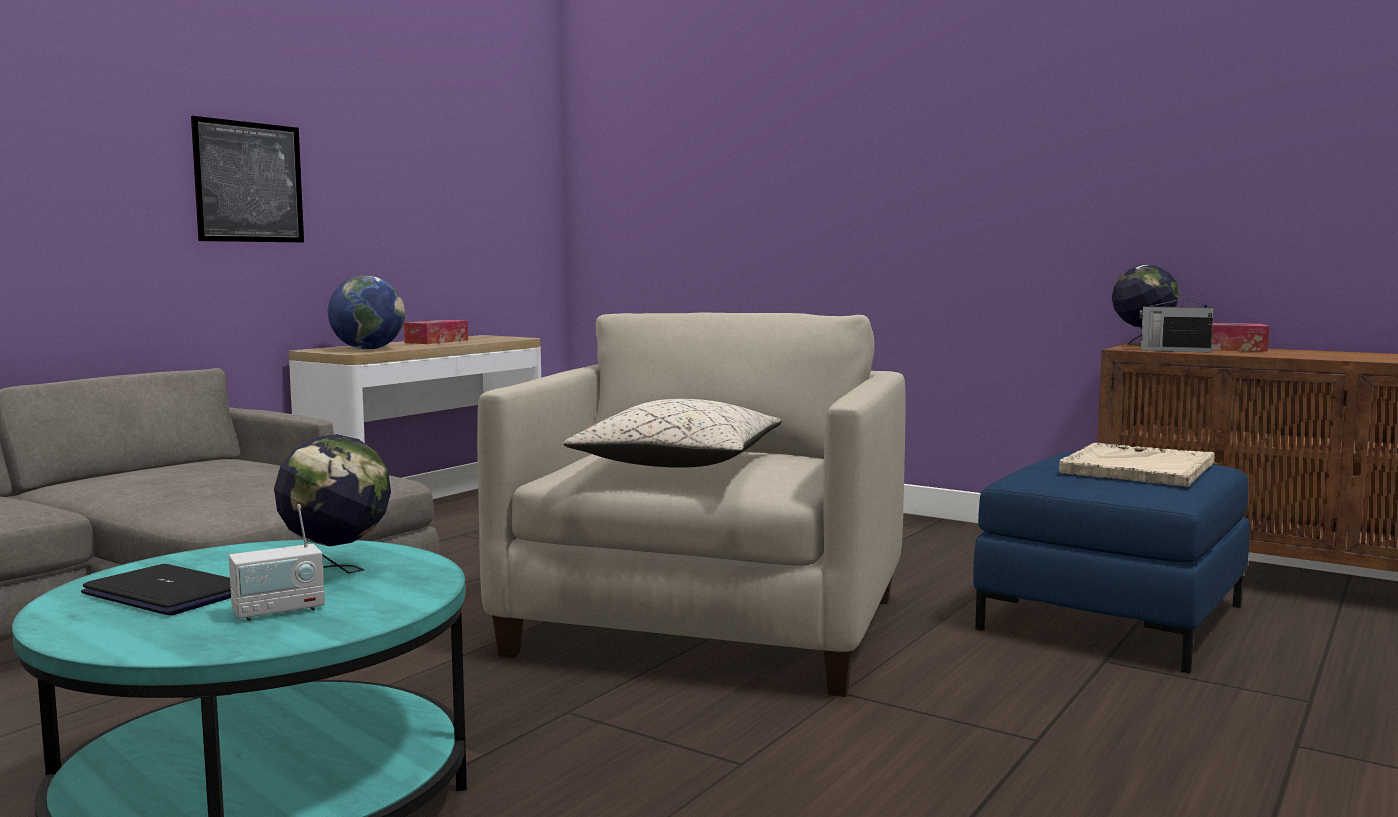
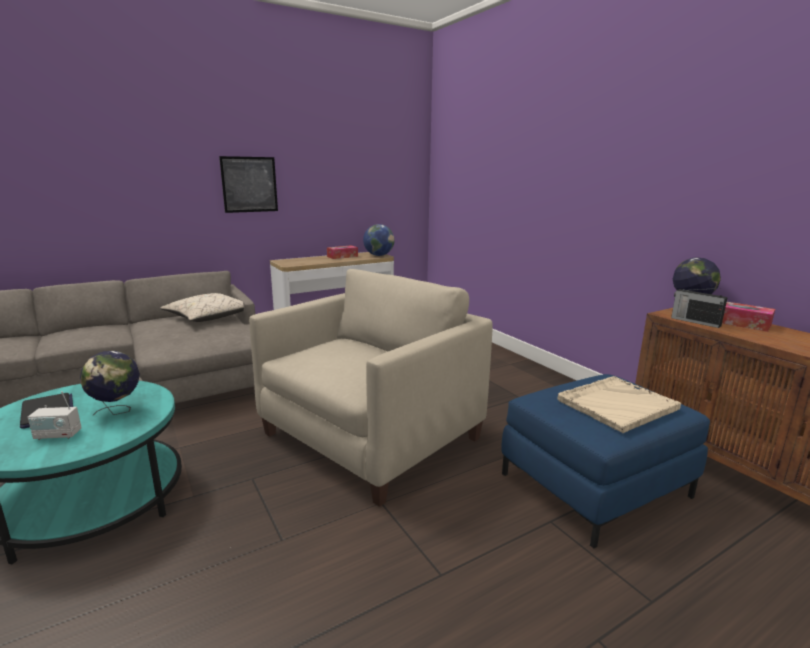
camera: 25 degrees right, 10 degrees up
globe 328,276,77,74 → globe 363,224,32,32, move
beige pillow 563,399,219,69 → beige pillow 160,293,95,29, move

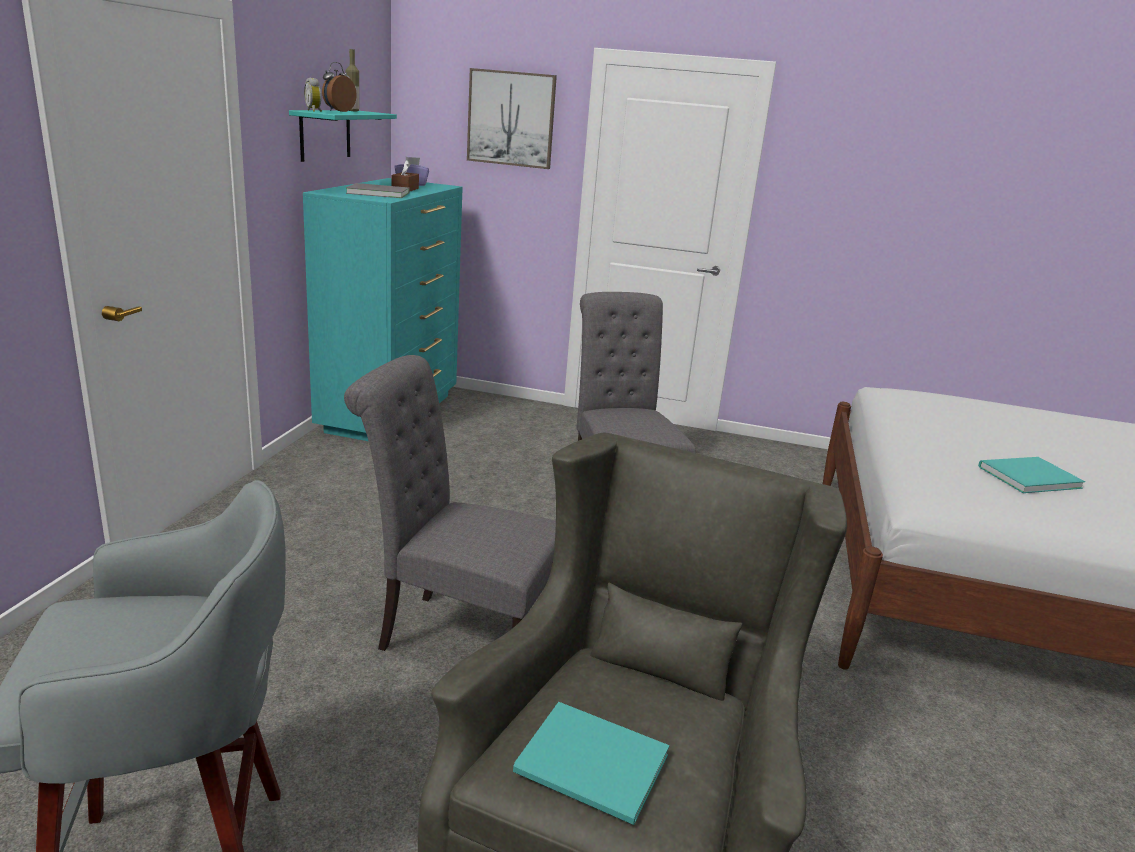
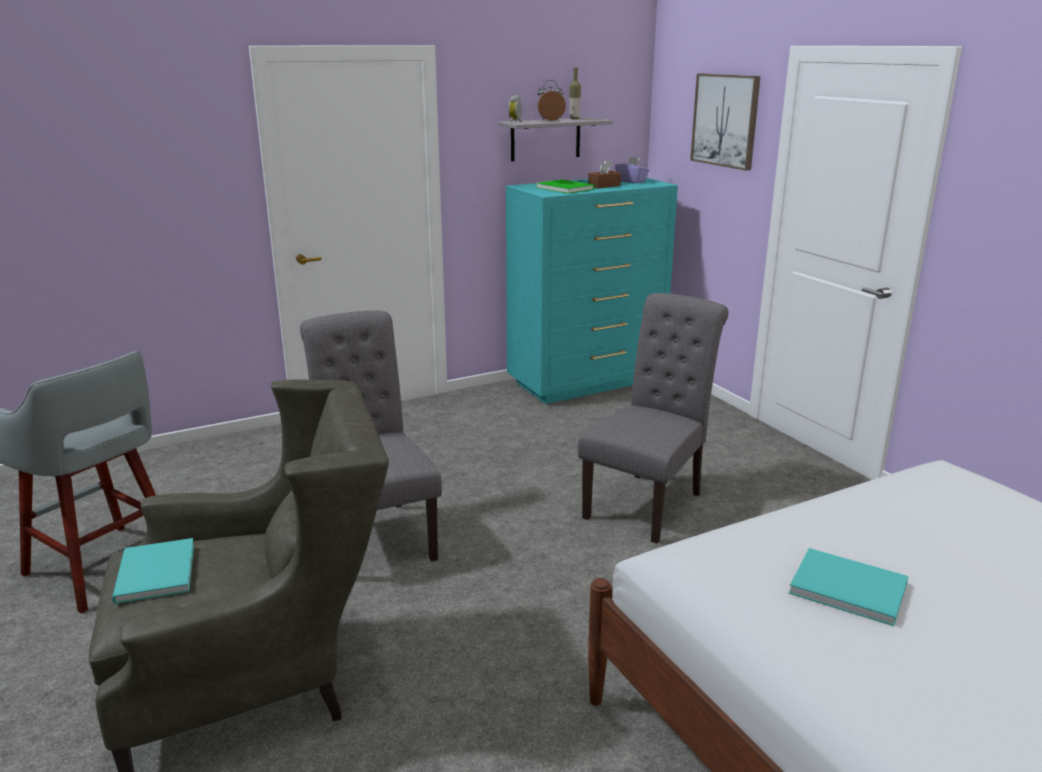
camera: 50 degrees right, 0 degrees up
turquoise shelf 289,110,108,52 → grey shelf 498,117,115,44
grey book 346,183,64,15 → green book 536,179,59,15

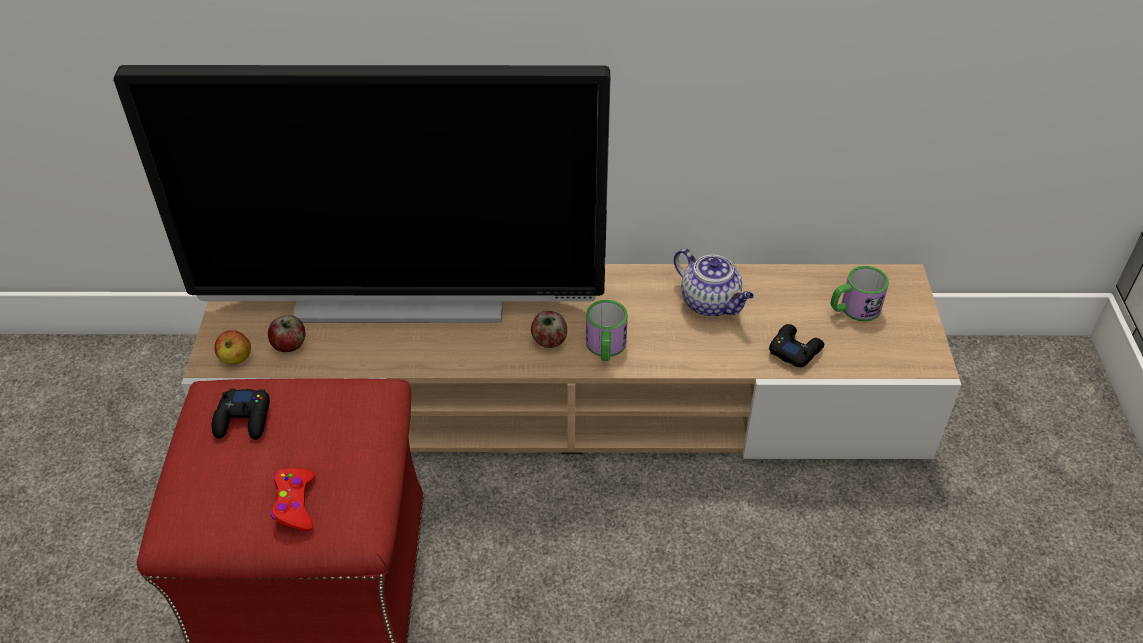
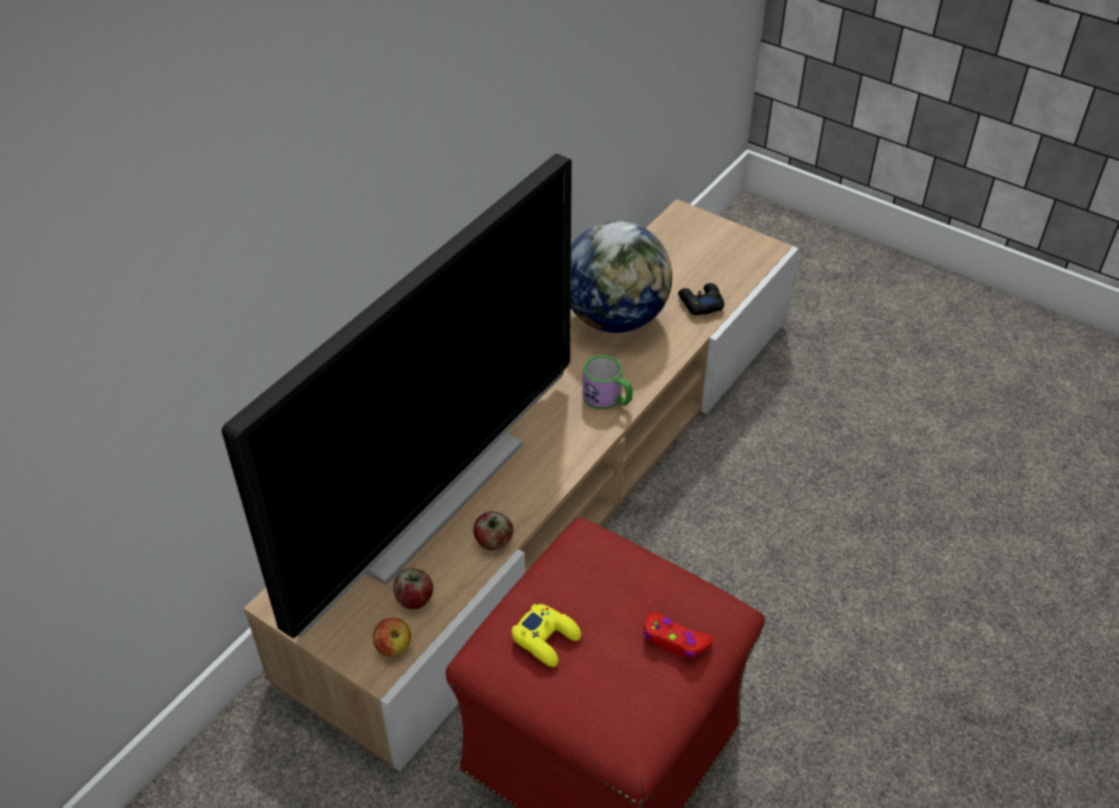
camera: 55 degrees left, 0 degrees up
teapot 674,248,80,69 → globe 571,221,101,112
mug 831,266,58,56 → -
apple 531,311,36,37 → apple 473,511,40,39, move
black game controller 212,389,58,51 → yellow game controller 511,604,70,63

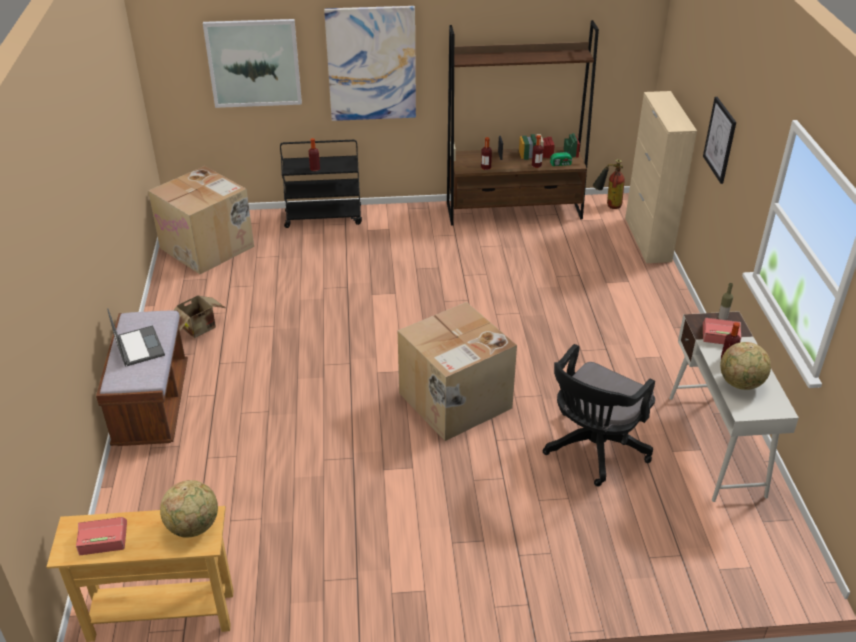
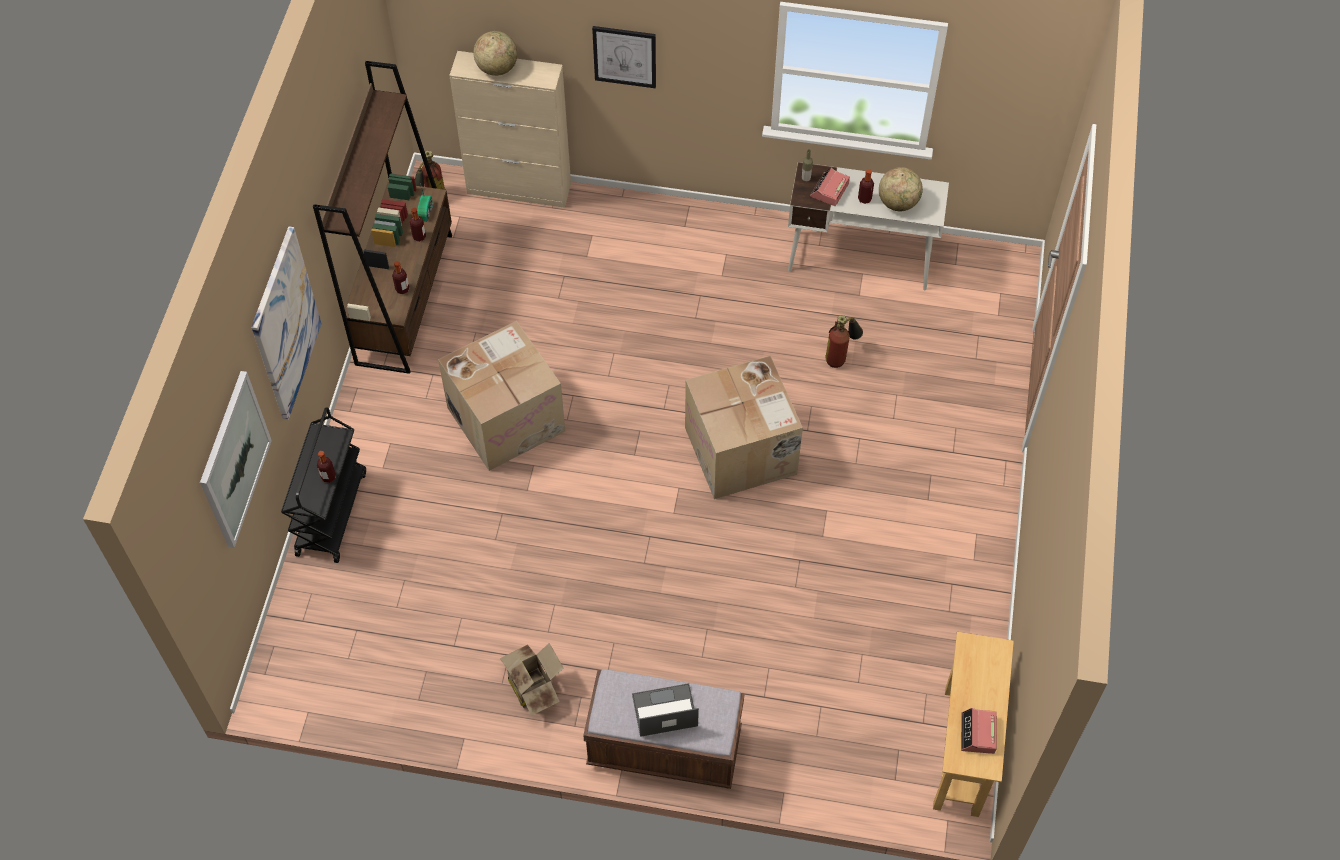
camera: 75 degrees left, 20 degrees up
cardboard box 148,166,106,108 → cardboard box 438,321,127,150, move
black office chair 543,344,112,142 → fire extinguisher 825,315,38,53
globe 160,480,58,58 → globe 473,31,45,45, move

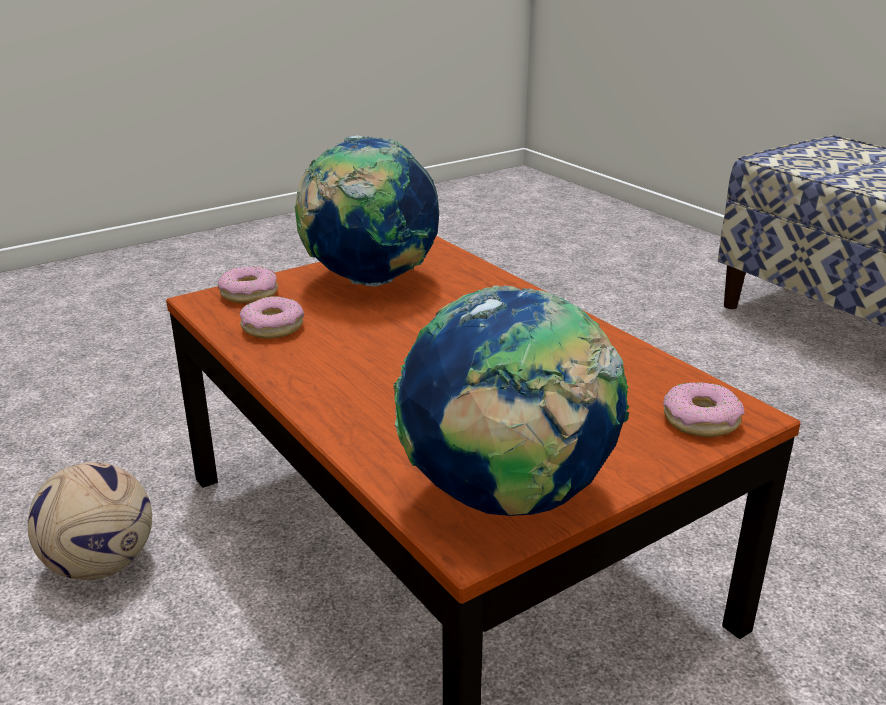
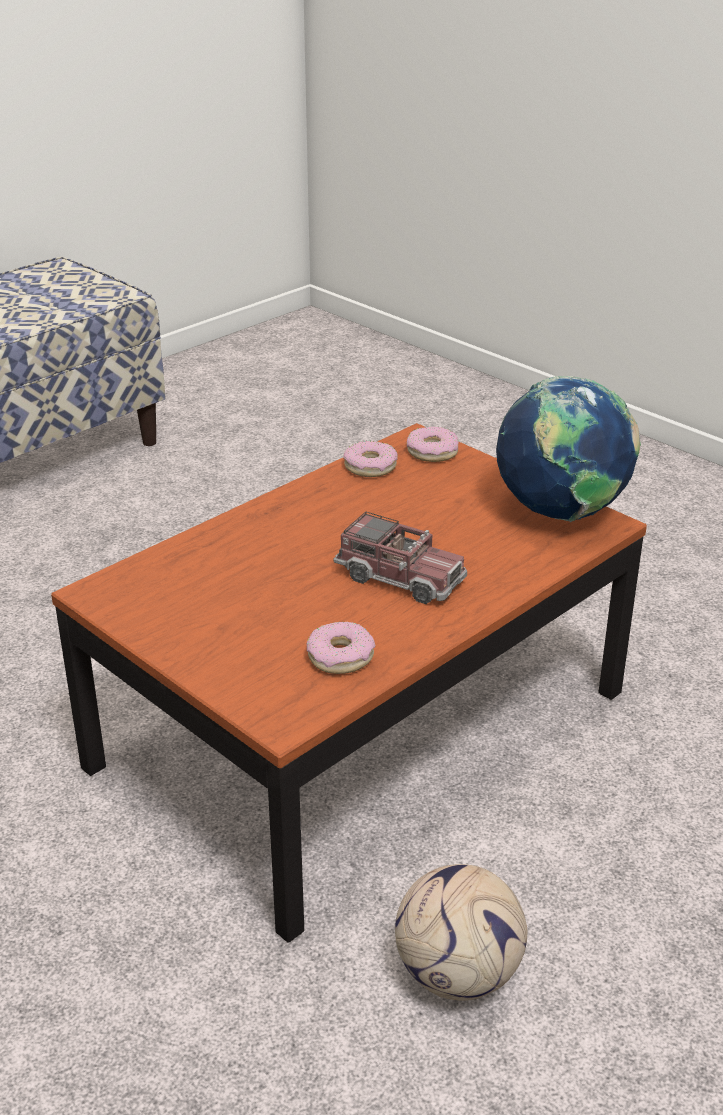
camera: 100 degrees left, 5 degrees up
globe 294,136,145,151 → -
donut 218,266,60,37 → donut 343,441,55,36, move
- → toy truck 333,512,134,92

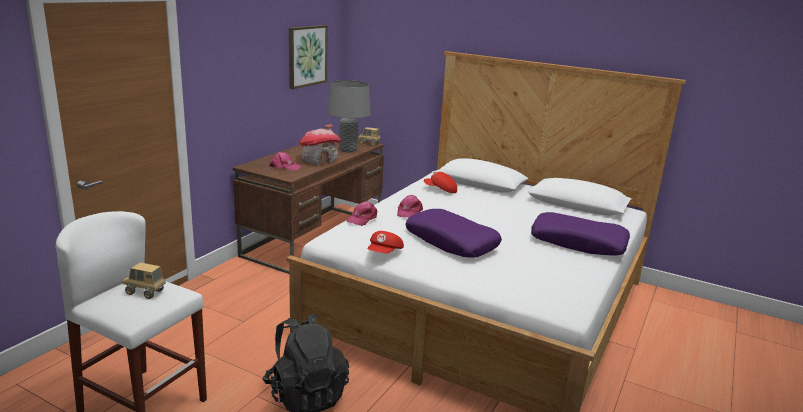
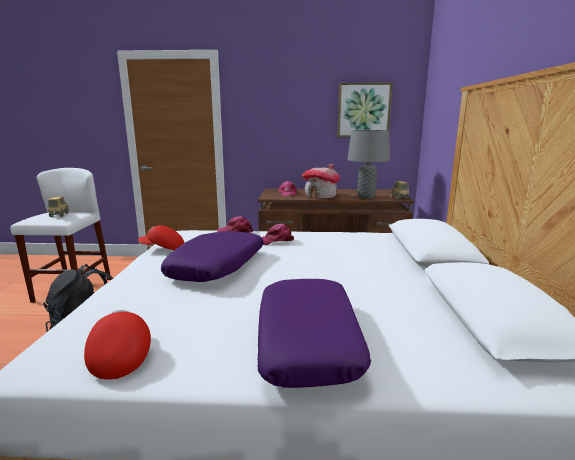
camera: 65 degrees right, 5 degrees down
red cap 424,172,33,21 → red cap 84,310,67,70, move

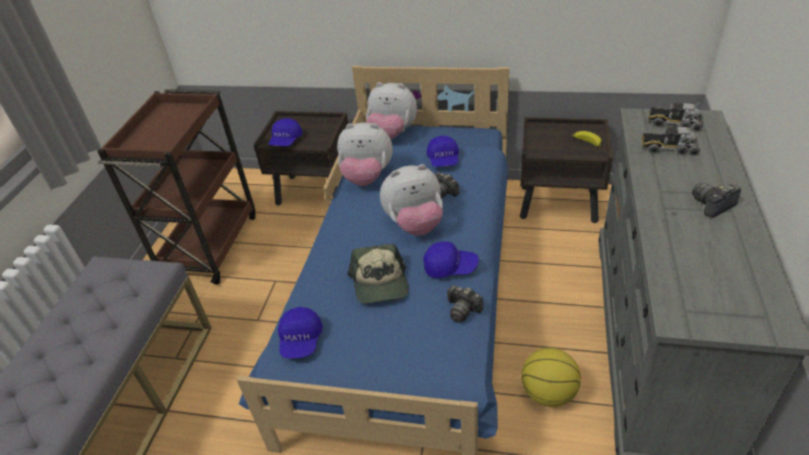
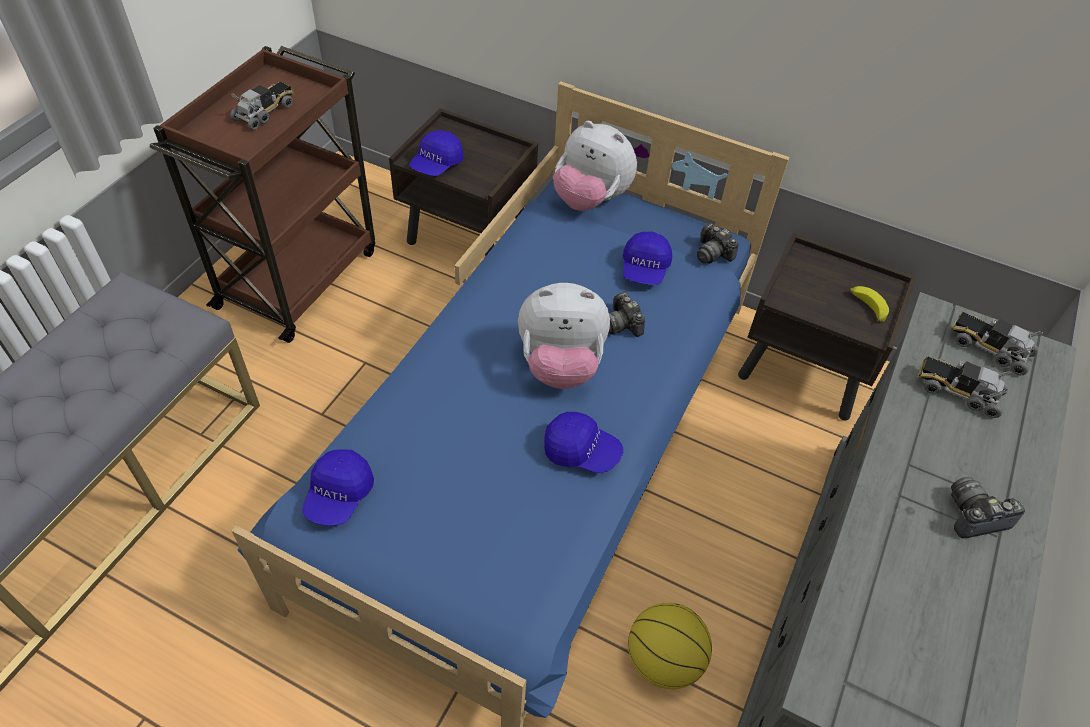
camera: 10 degrees right, 10 degrees up
plush toy 337,123,55,63 → -
cap 348,244,61,60 → -
photo camera 447,285,36,37 → photo camera 697,223,42,41, move
- → toy truck 230,81,65,49

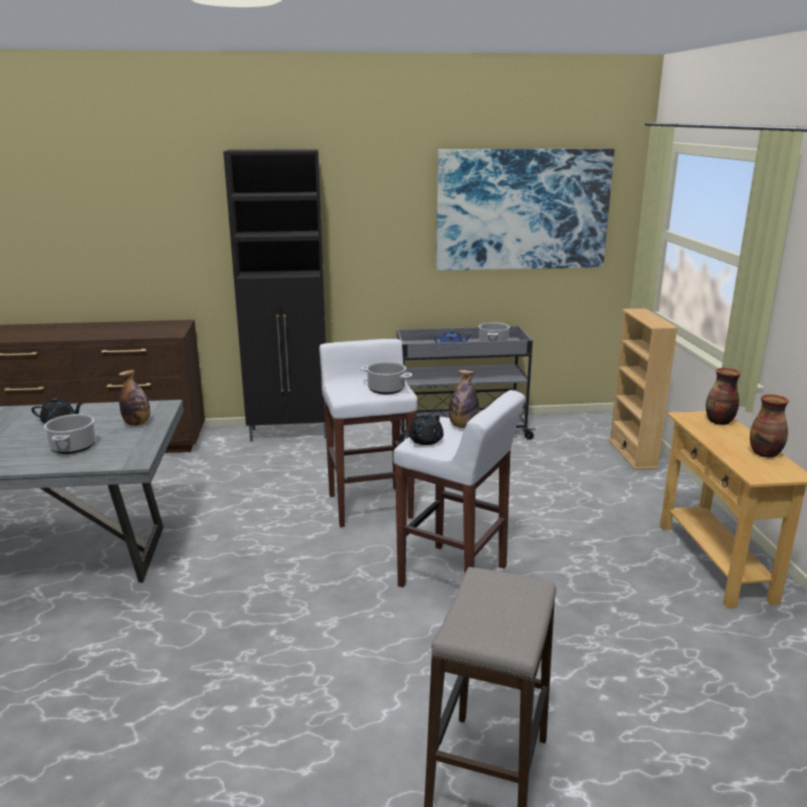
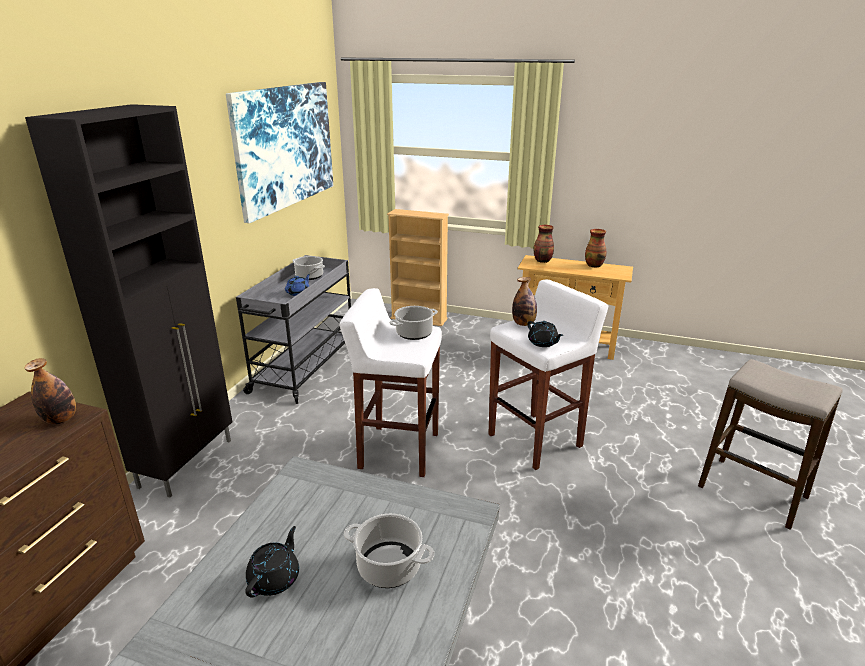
camera: 65 degrees left, 5 degrees up
bottle 119,370,31,56 → bottle 25,358,51,67, move

